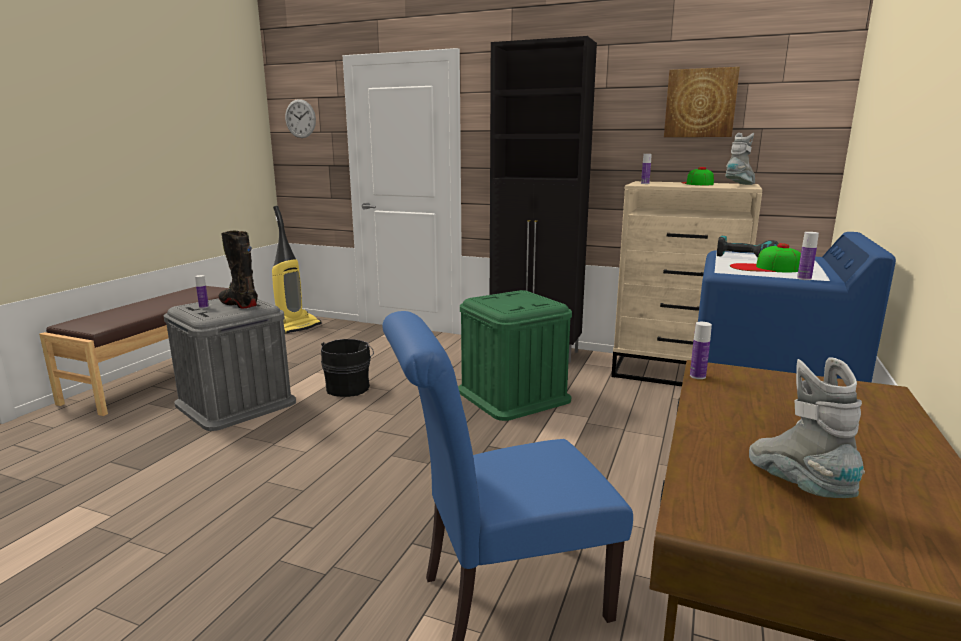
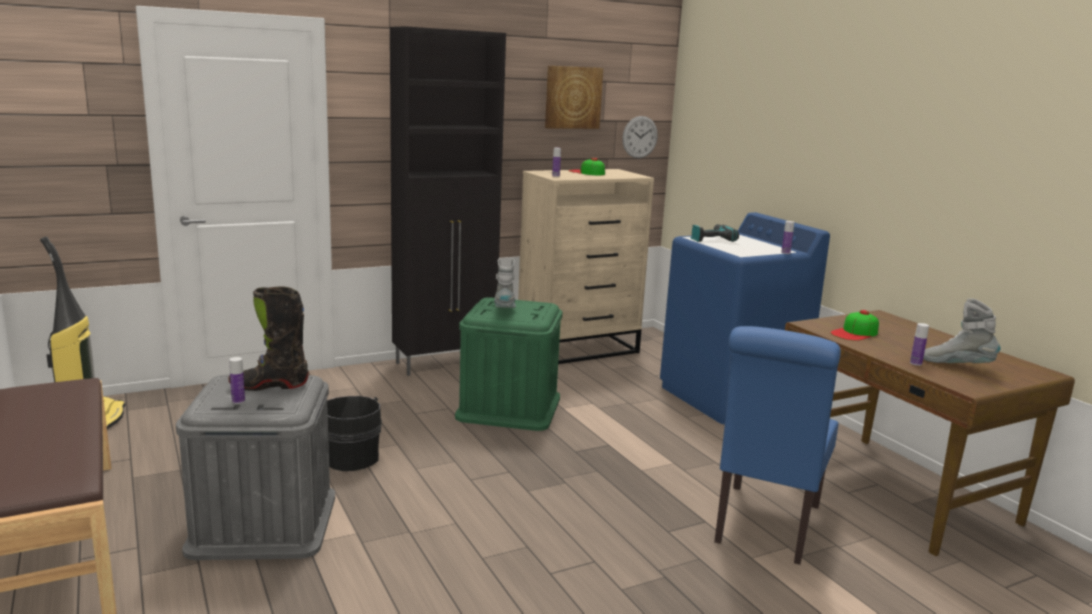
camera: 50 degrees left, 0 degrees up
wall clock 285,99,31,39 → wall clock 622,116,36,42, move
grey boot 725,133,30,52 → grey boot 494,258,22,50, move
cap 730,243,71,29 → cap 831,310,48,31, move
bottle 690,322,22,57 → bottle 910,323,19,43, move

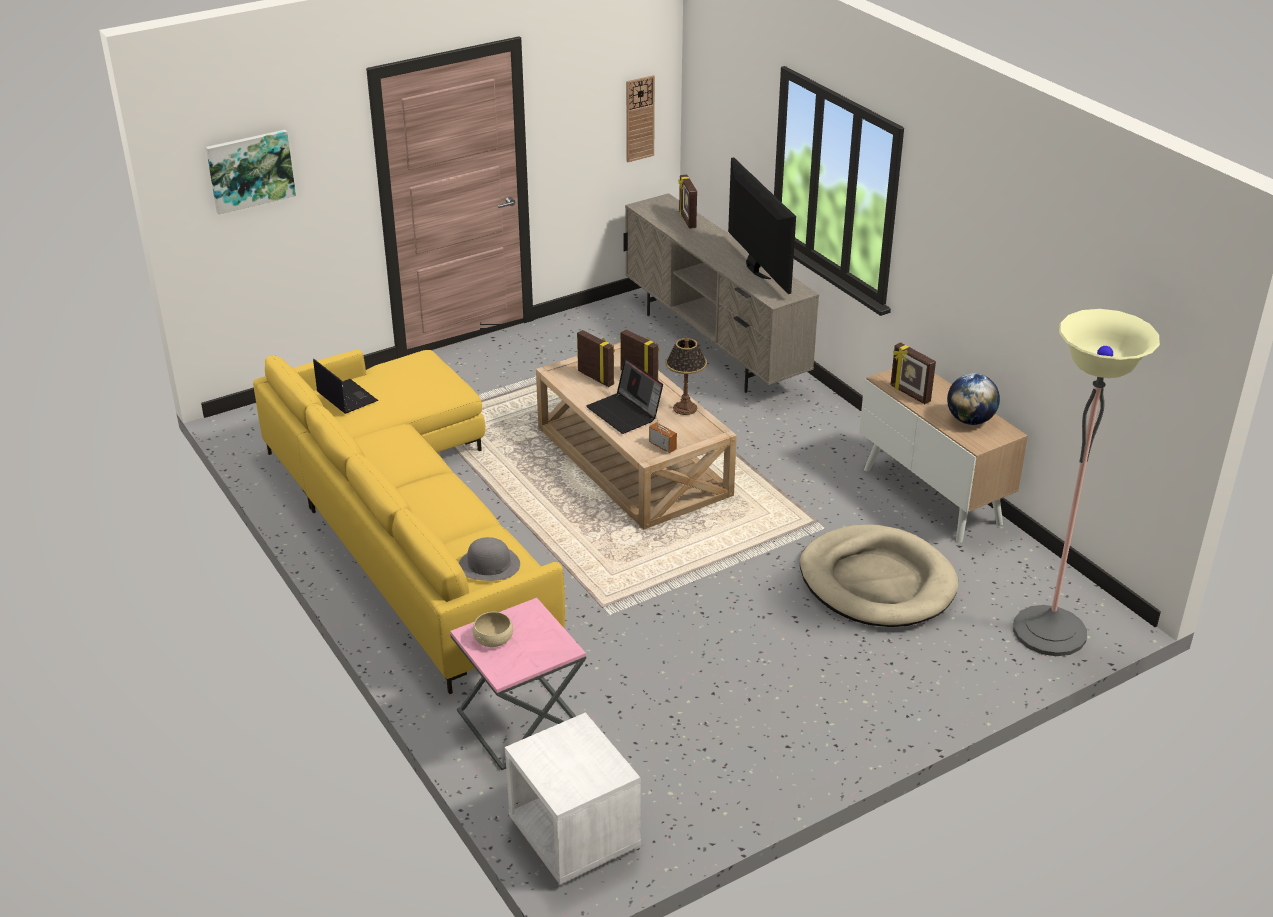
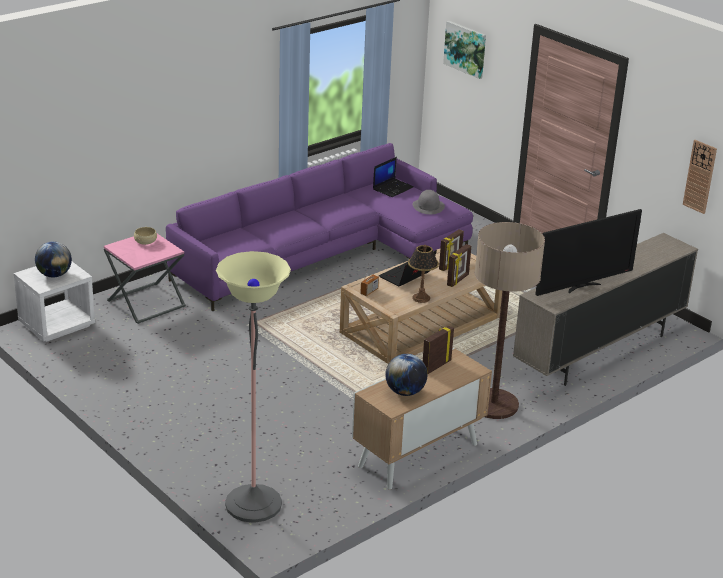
camera: 80 degrees right, 5 degrees down
picture frame 678,175,19,54 → -
yellow sofa 253,350,312,344 → purple sofa 166,143,307,168
beige dog bed 800,524,158,103 → -
grey hat 459,537,61,44 → grey hat 412,190,33,24, move
- → floor lamp 475,222,70,197
- → globe 35,241,37,37

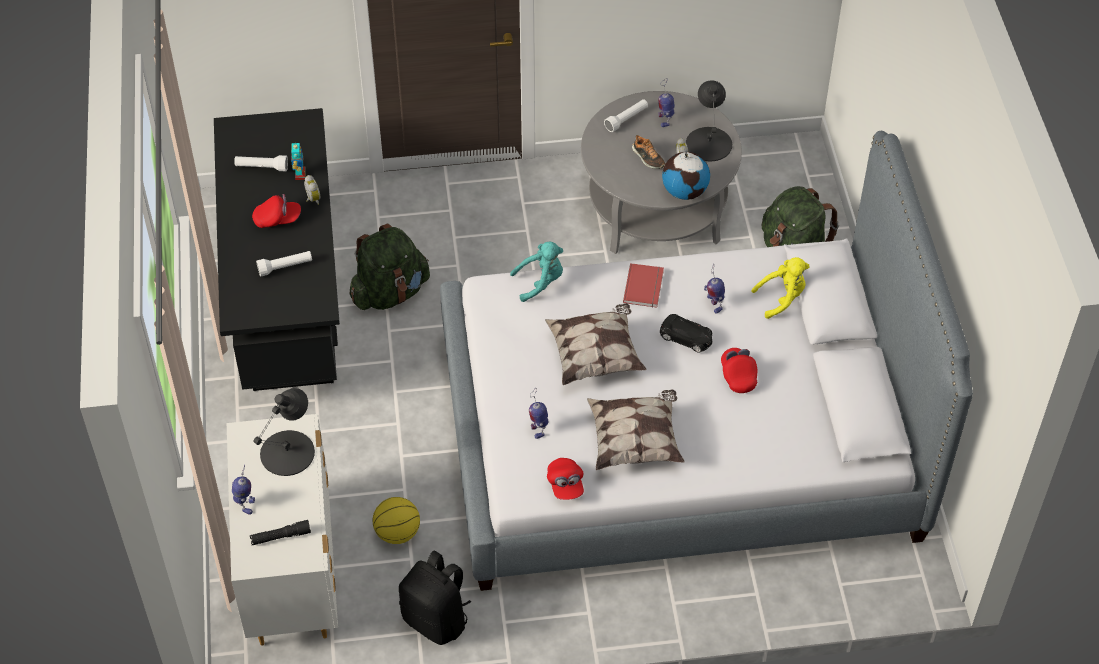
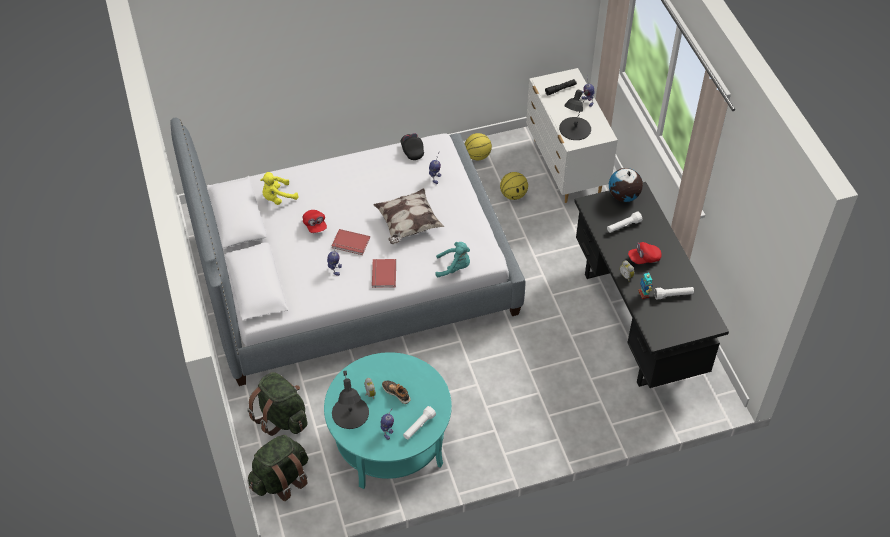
camera: 170 degrees right, 0 degrees up
grey coffee table 581,91,161,163 → turquoise coffee table 324,352,128,137
globe 662,152,48,48 → globe 609,168,34,34, move
green backpack 349,224,81,86 → green backpack 248,435,60,66, move
turquoise plush toy 510,241,53,61 → turquoise plush toy 435,242,35,35, 150 degrees counterclockwise
yellow plush toy 751,257,59,62 → yellow plush toy 260,172,38,33, move
black toy car 660,314,53,39 → red book 332,229,38,26
pillow 587,390,98,80 → -
red cap 547,458,37,42 → black cap 401,133,23,27
black backpack 399,551,72,94 → basketball 465,133,27,27

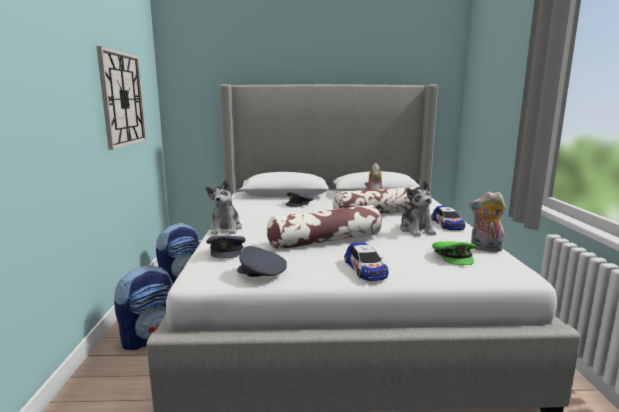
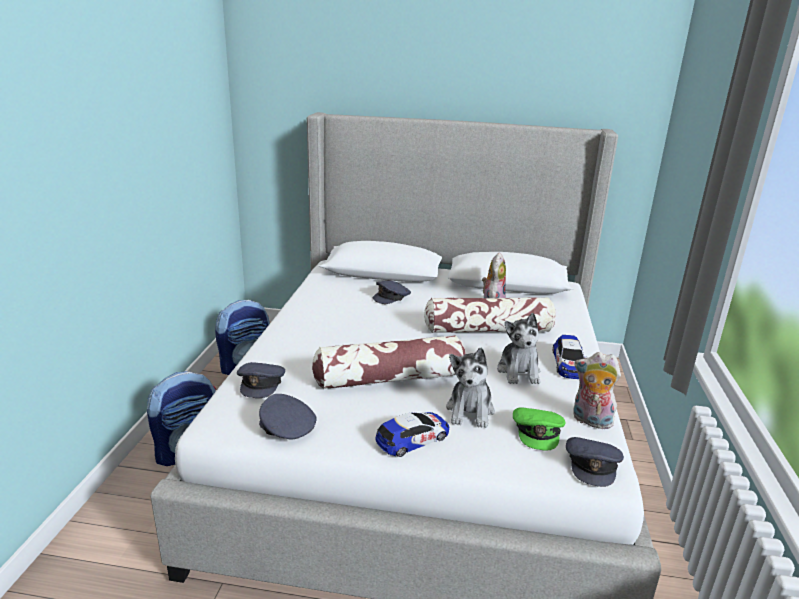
camera: 10 degrees right, 10 degrees up
wall clock 96,46,51,104 → -
plush toy 206,180,36,54 → plush toy 446,348,49,80, move
toy car 344,242,45,39 → toy car 375,412,75,45, 120 degrees counterclockwise
- → grey cap 566,437,58,50

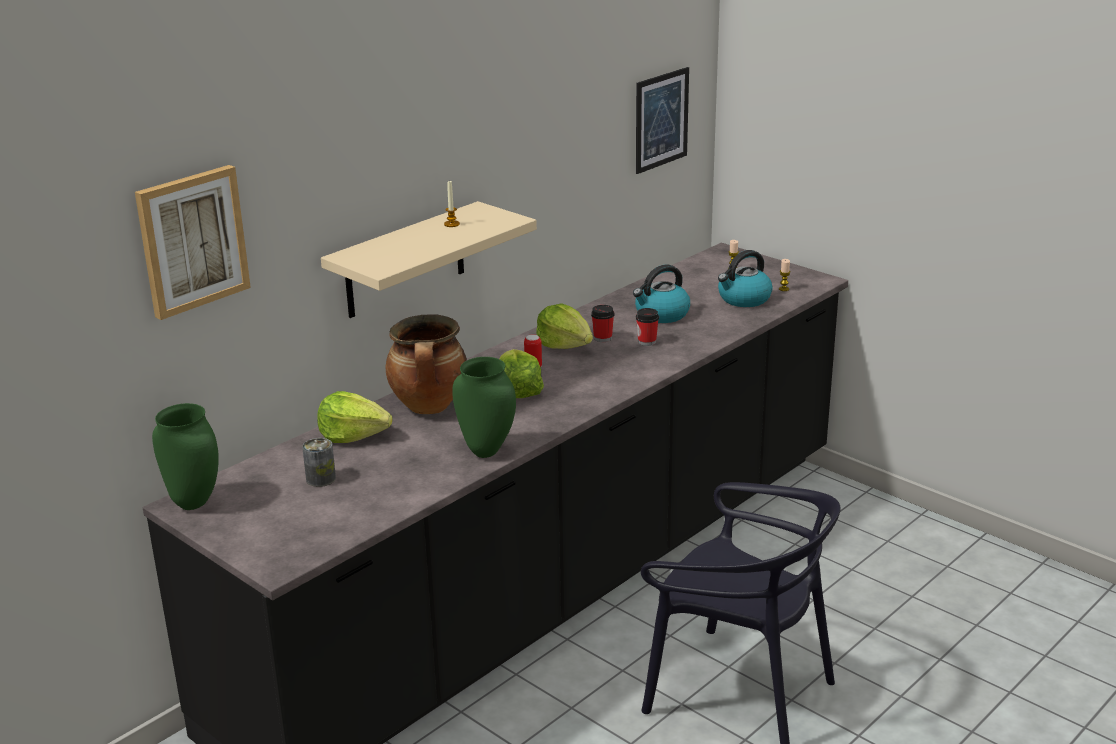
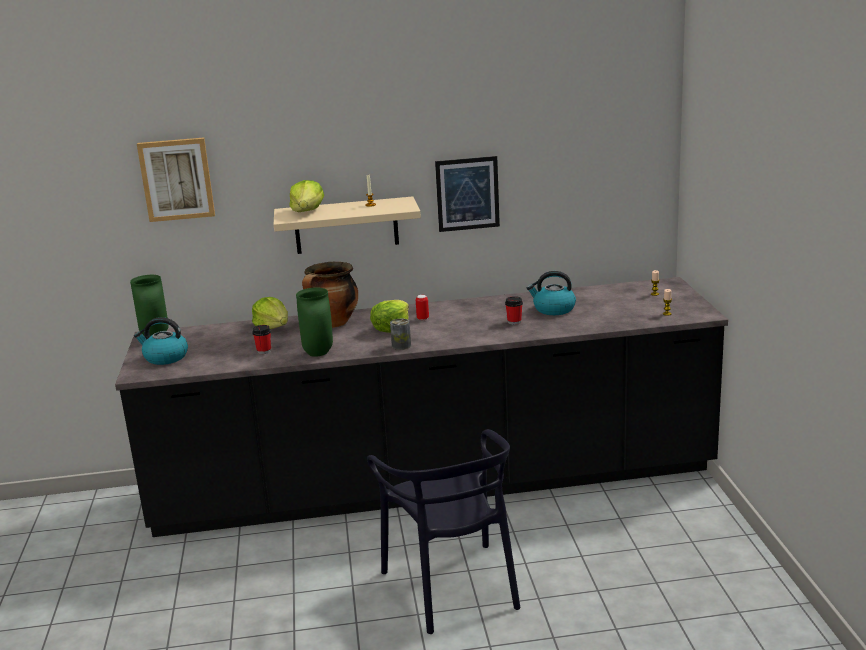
camera: 40 degrees right, 5 degrees down
picture 636,67,53,107 → picture 435,156,65,76, move
kettle 718,250,55,57 → kettle 134,317,54,48, move
lettuce 536,303,57,46 → lettuce 289,180,35,32, move
cup 591,305,23,37 → cup 252,325,19,29, move
can 302,438,34,49 → can 390,319,21,31, move

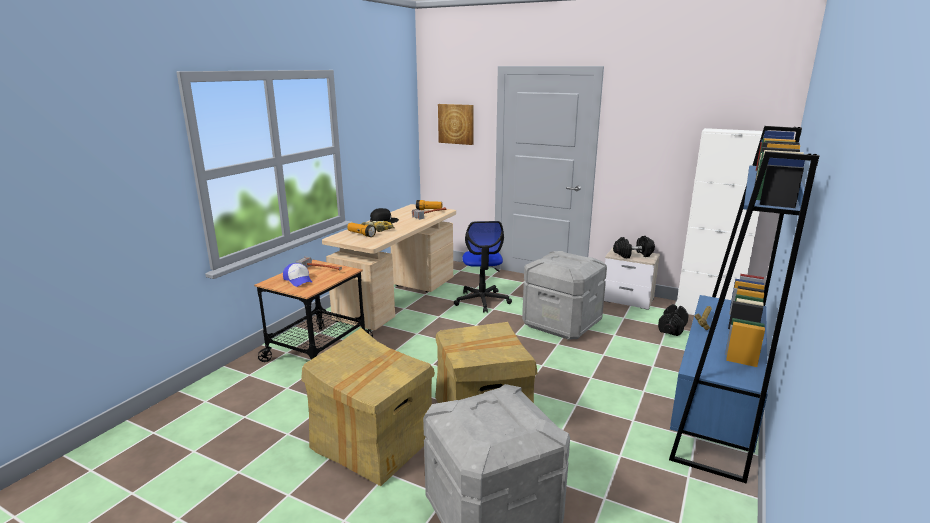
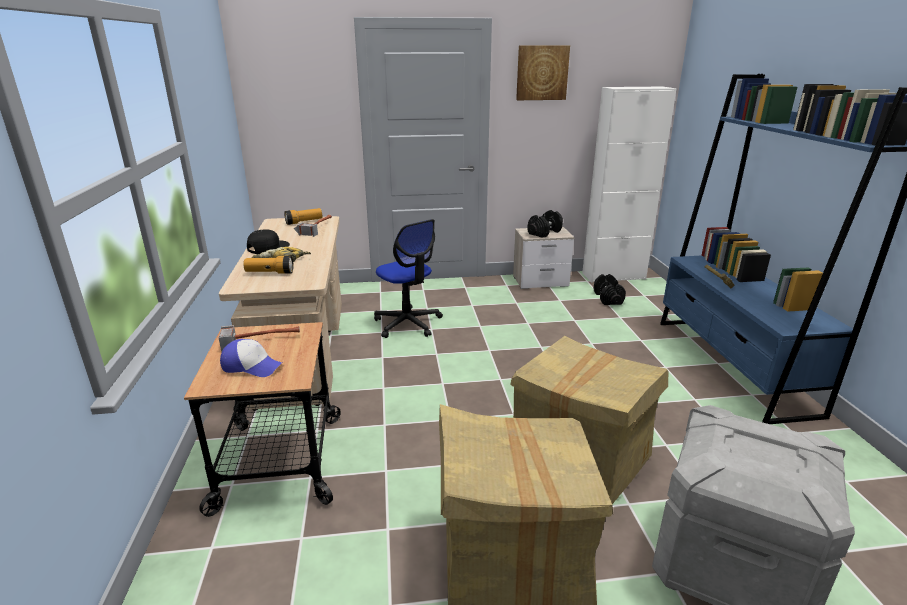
camera: 35 degrees left, 5 degrees up
picture 438,104,36,41 → picture 516,45,54,55, move
grey storage box 522,251,85,89 → -

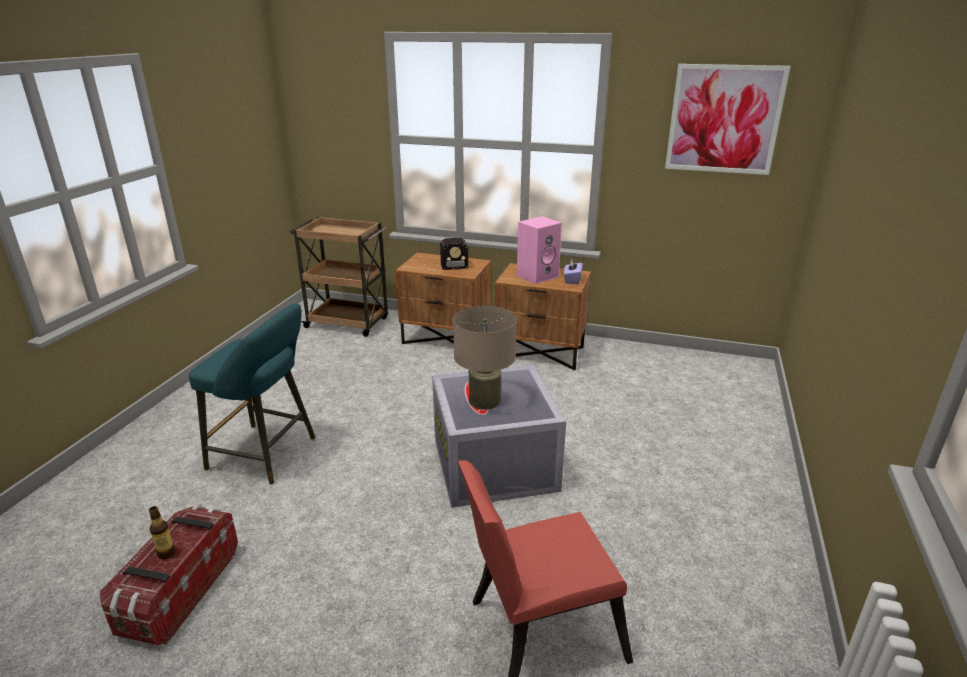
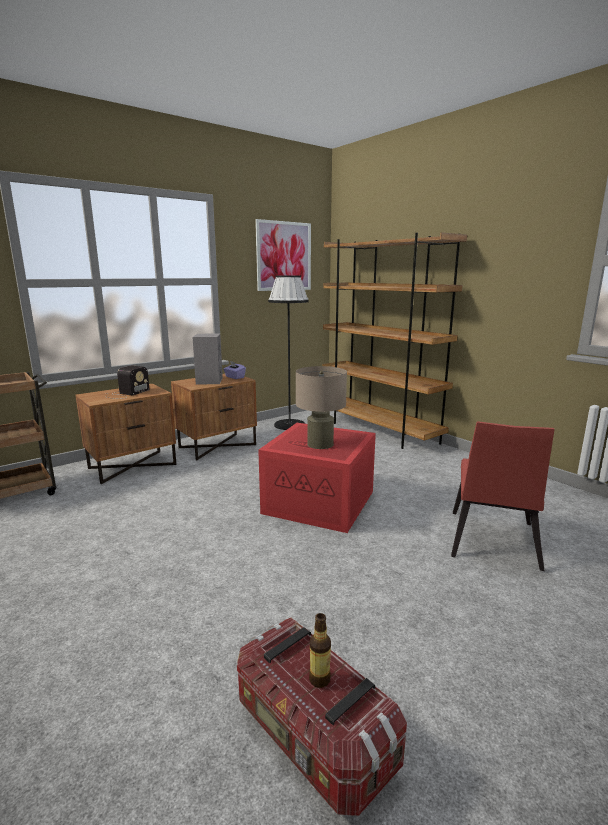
camera: 55 degrees left, 10 degrees down
pink speaker 517,216,45,68 → grey speaker 192,334,31,51
turquoise stool 189,303,126,182 → -
grey storage box 432,365,134,143 → red storage box 258,423,118,110
- → brown bookcase 322,232,145,217
- → black floor lamp 268,275,41,155

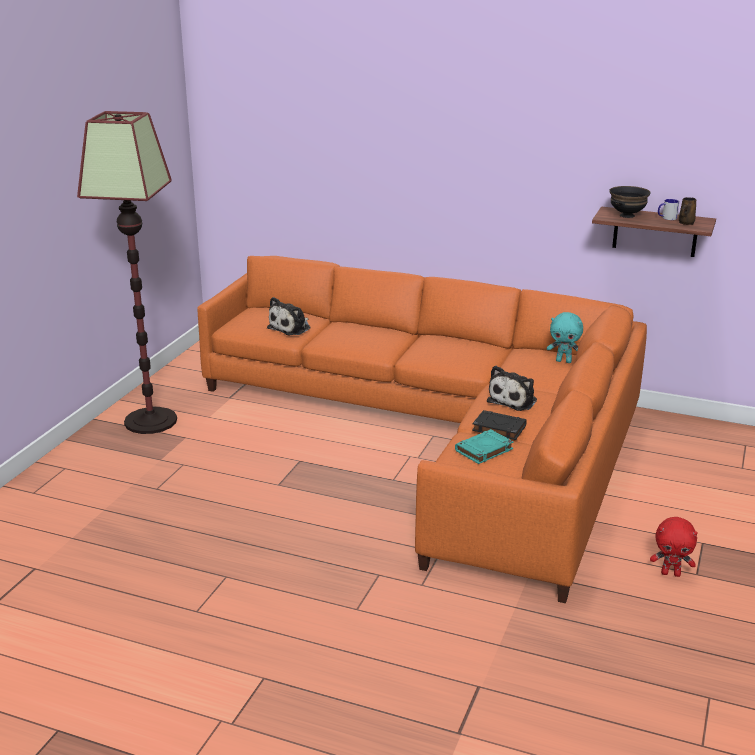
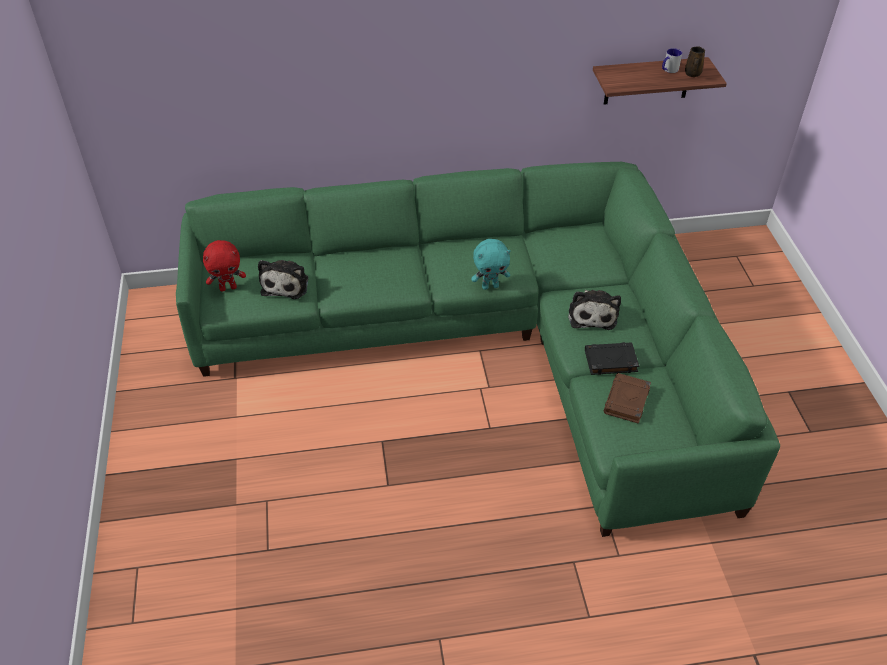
camera: 30 degrees left, 20 degrees up
floor lamp 77,111,100,323 → -
black bowl 609,186,42,32 → -
orange sofa 197,256,450,347 → green sofa 176,162,604,375
turquoise plush toy 547,312,36,51 → turquoise plush toy 471,239,40,51, move
turquoise book 455,429,59,35 → brown book 604,373,47,51
red plush toy 650,517,48,60 → red plush toy 203,240,43,52, move

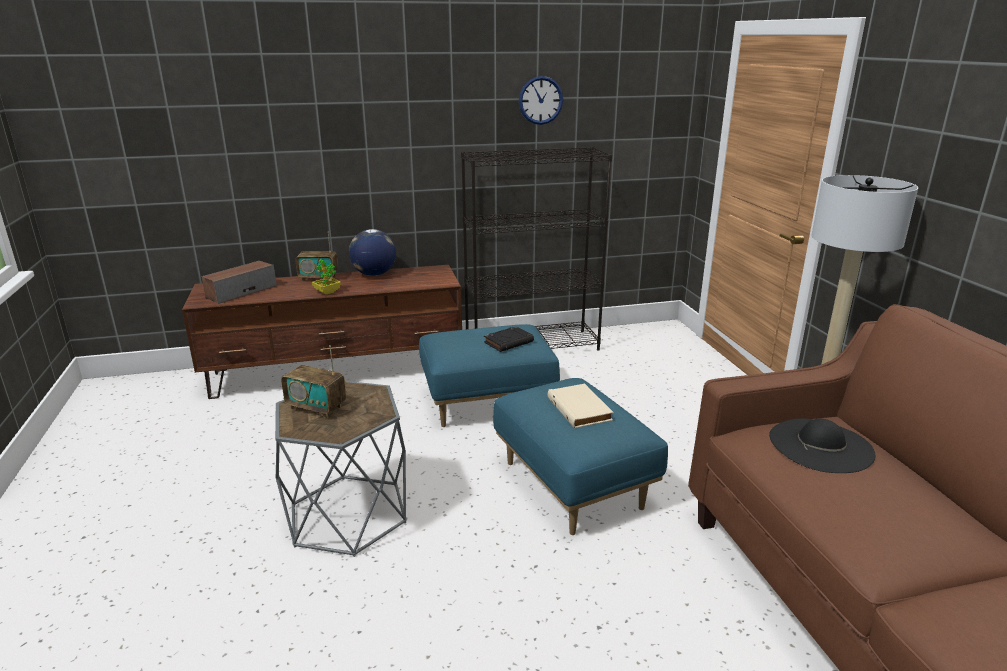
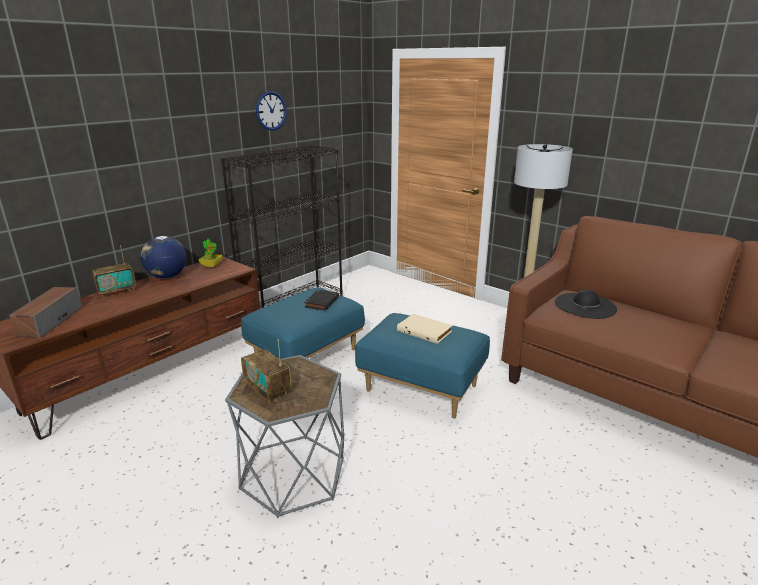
camera: 35 degrees left, 0 degrees up
potted plant 312,259,29,36 → potted plant 199,239,24,28, move
radio 281,345,65,73 → radio 241,340,51,64, 60 degrees clockwise

